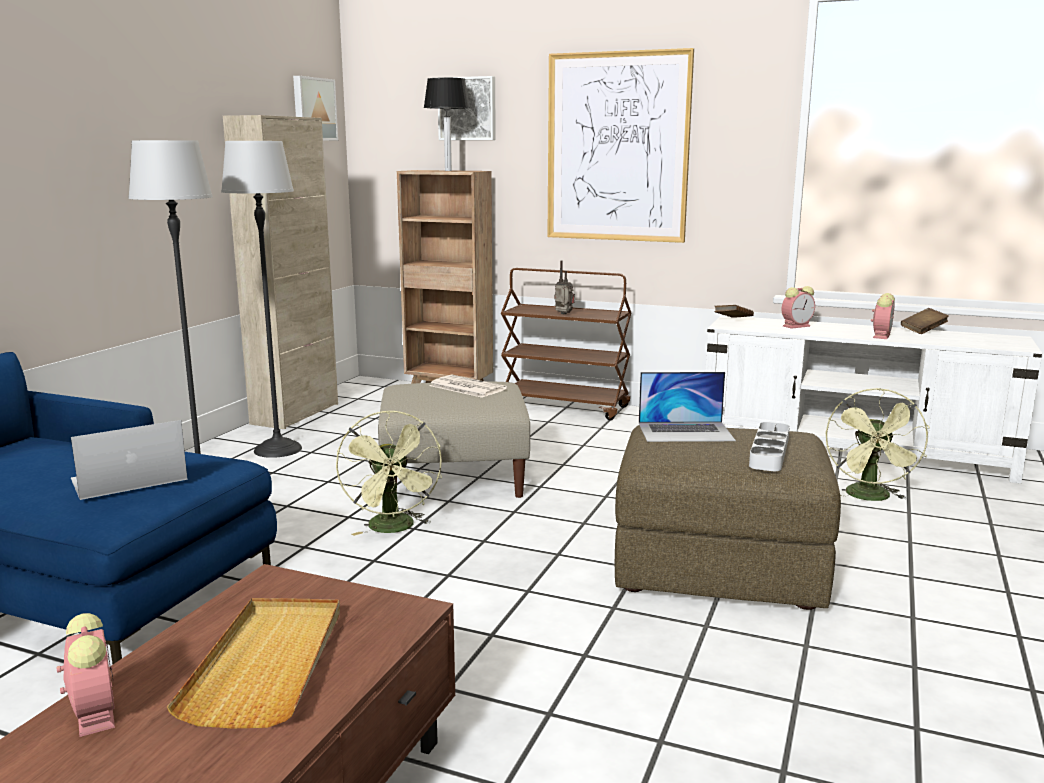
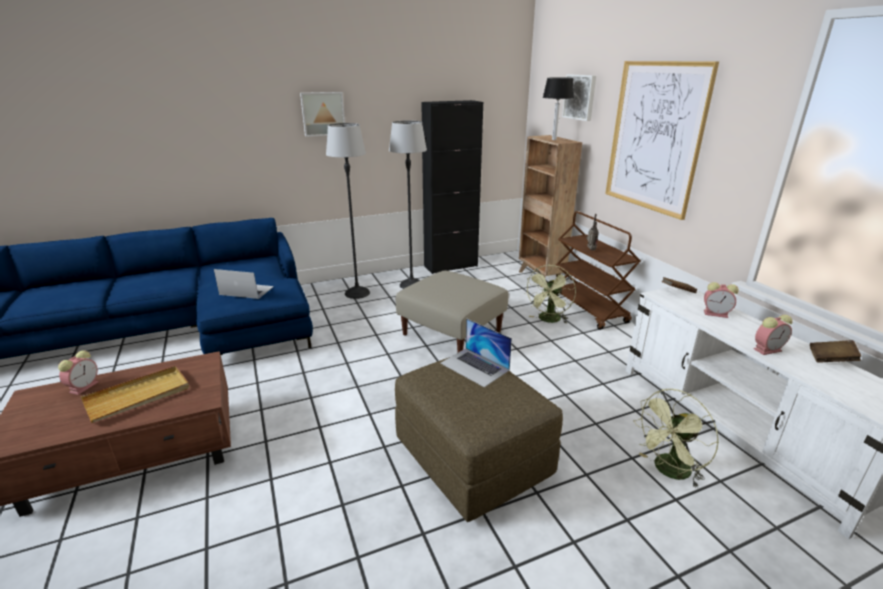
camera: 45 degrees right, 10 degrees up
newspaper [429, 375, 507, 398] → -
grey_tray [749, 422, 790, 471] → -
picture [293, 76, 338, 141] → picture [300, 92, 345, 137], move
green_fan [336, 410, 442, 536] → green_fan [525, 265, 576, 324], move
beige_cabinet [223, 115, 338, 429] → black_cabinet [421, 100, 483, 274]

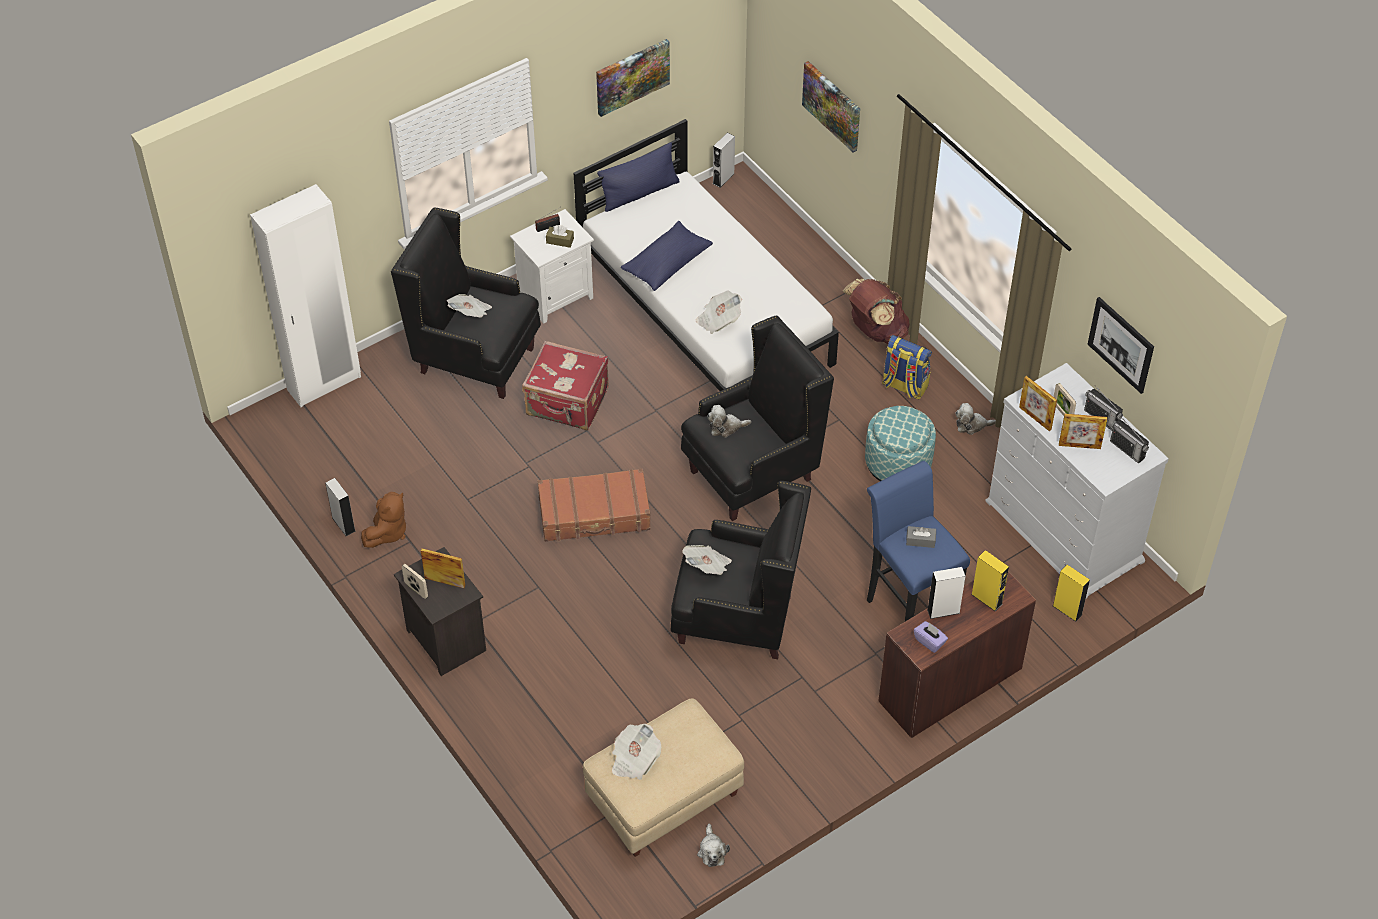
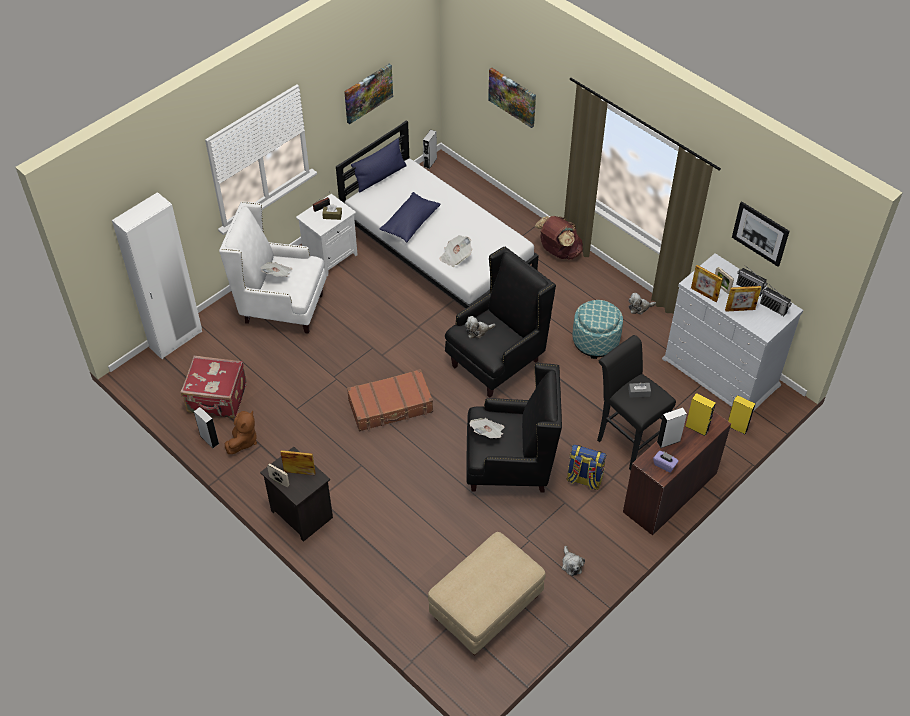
camera: 10 degrees left, 0 degrees up
newspaper [612, 724, 661, 780] → -
red_suitcase [522, 341, 609, 430] → red_suitcase [181, 356, 247, 418], move
plush_toy [697, 824, 730, 867] → plush_toy [562, 546, 585, 576], move
backpack [882, 335, 932, 400] → backpack [566, 444, 607, 490], move
black_armchair [391, 207, 541, 399] → white_armchair [219, 202, 326, 334]
blue_stool [867, 461, 970, 621] → black_stool [597, 335, 676, 470]

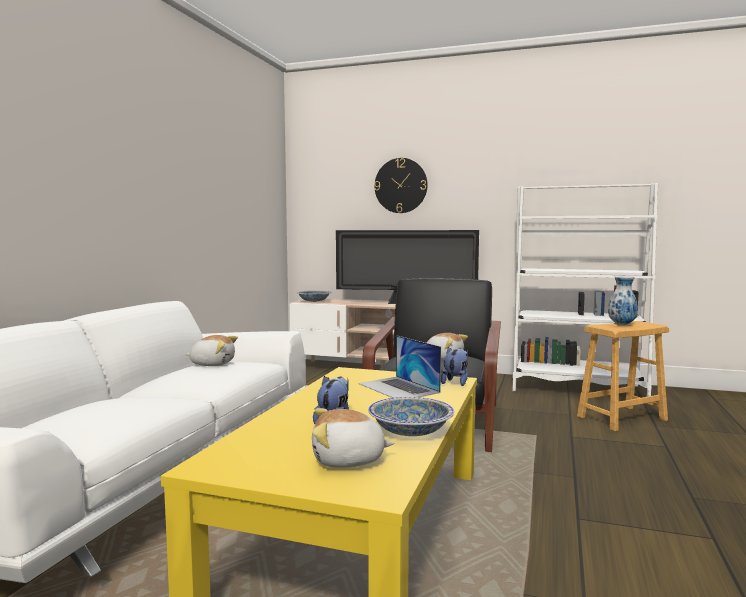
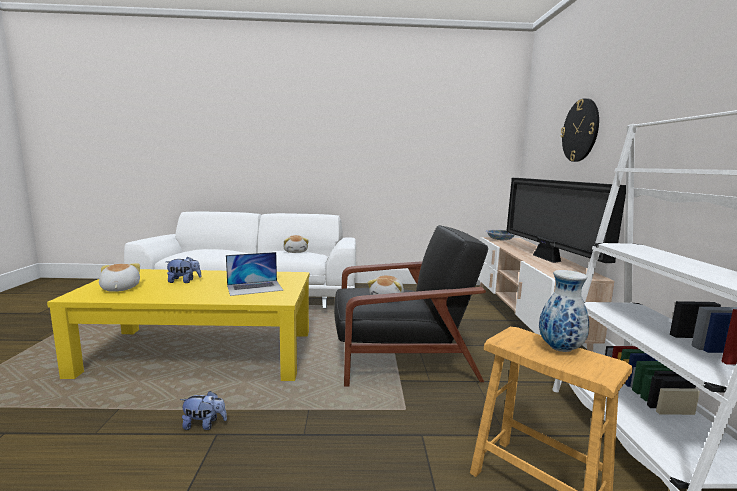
camera: 70 degrees right, 5 degrees up
bowl [368, 397, 454, 436] → -
plush_toy [441, 347, 468, 386] → plush_toy [180, 391, 227, 430], move
laptop [359, 335, 441, 398] → laptop [226, 252, 283, 296], 150 degrees counterclockwise

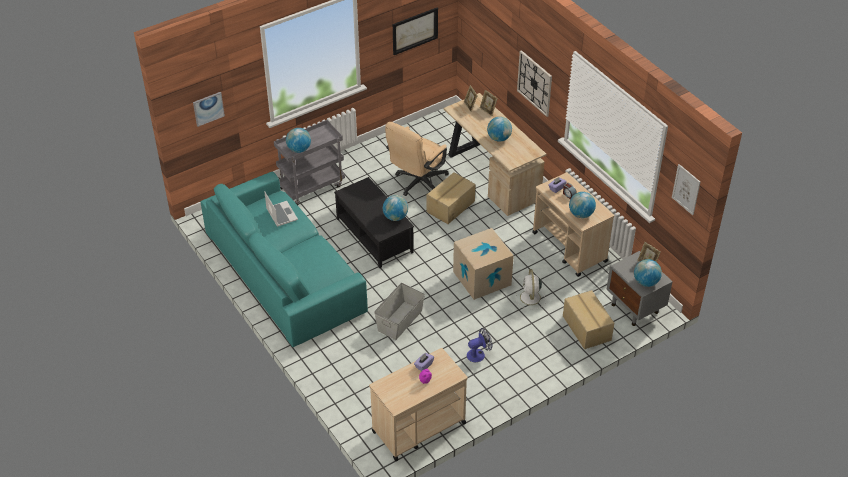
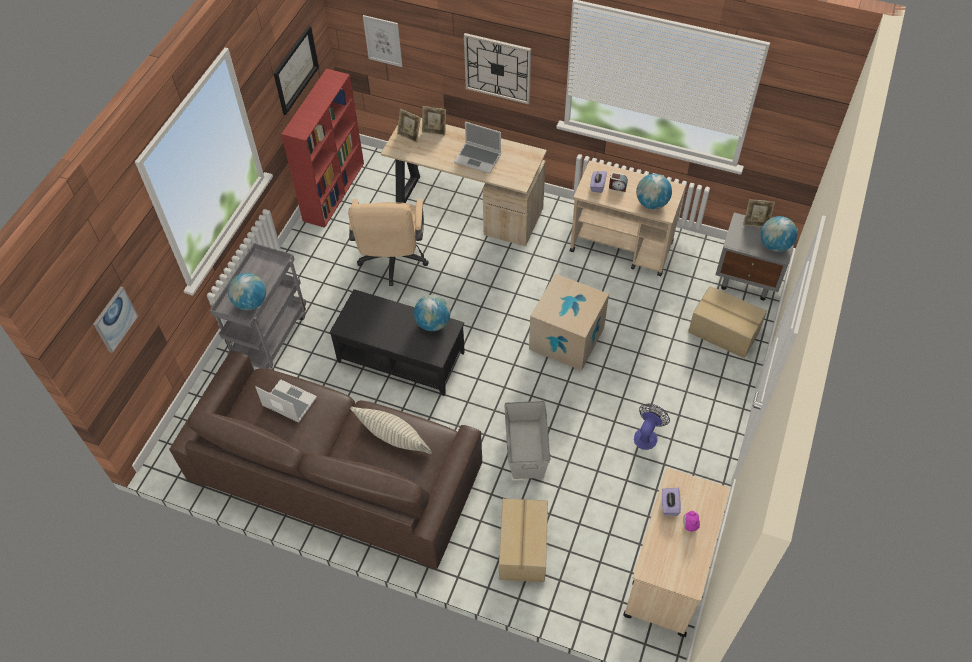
camera: 35 degrees left, 10 degrees up
white_fan [516, 269, 546, 309] → -
- → red_bookcase [281, 68, 364, 228]
- → pillow [350, 407, 432, 454]
cardboard_box [427, 172, 476, 224] → cardboard_box [499, 498, 548, 582], move
picture [672, 164, 700, 215] → picture [363, 15, 402, 67], move
globe [487, 117, 512, 142] → laptop [454, 122, 501, 174]
turquoise_sofa [200, 172, 368, 347] → brown_sofa [169, 351, 482, 569]

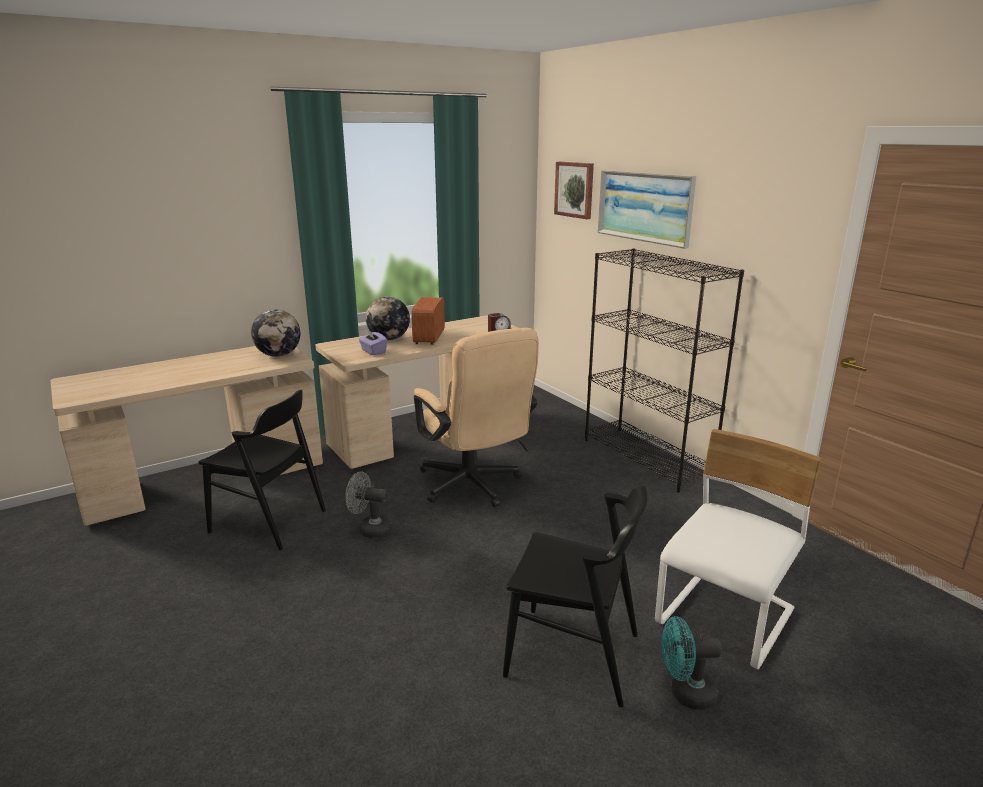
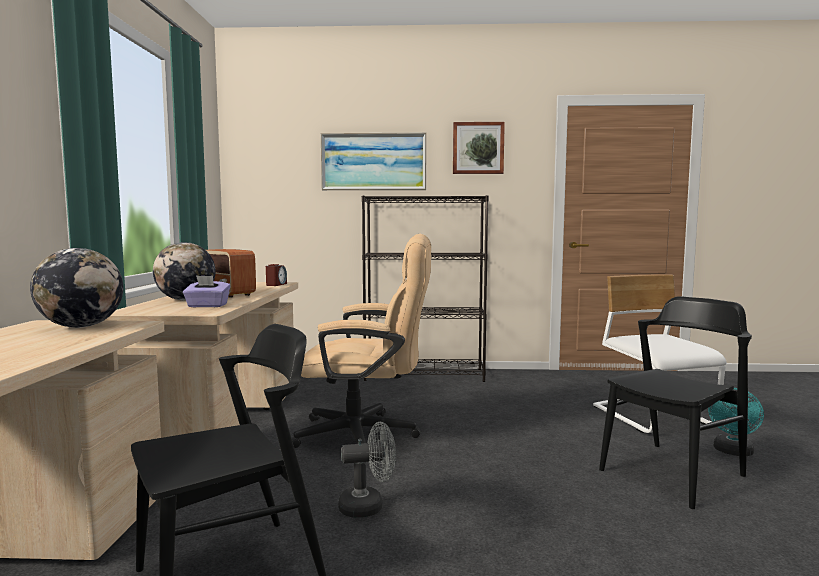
camera: 55 degrees left, 15 degrees down
picture [554, 162, 594, 219] → picture [453, 122, 505, 174], move
grey_fan [345, 472, 392, 538] → grey_fan [338, 422, 396, 518], 150 degrees counterclockwise

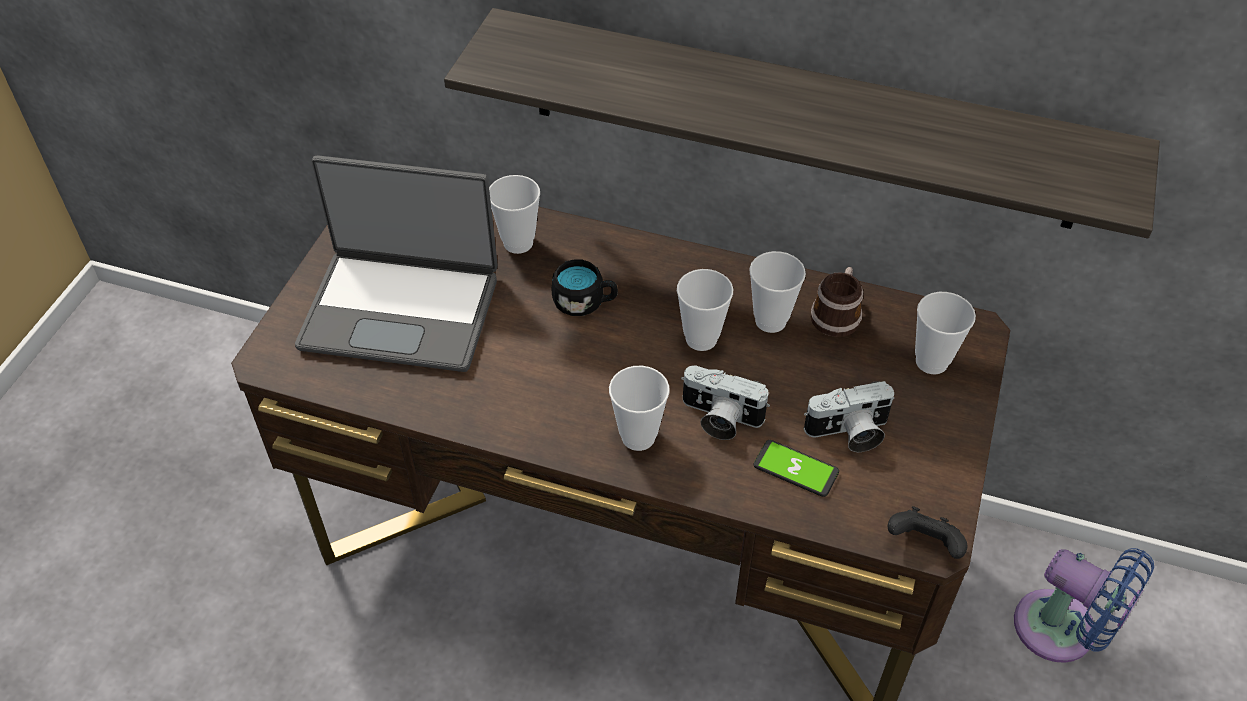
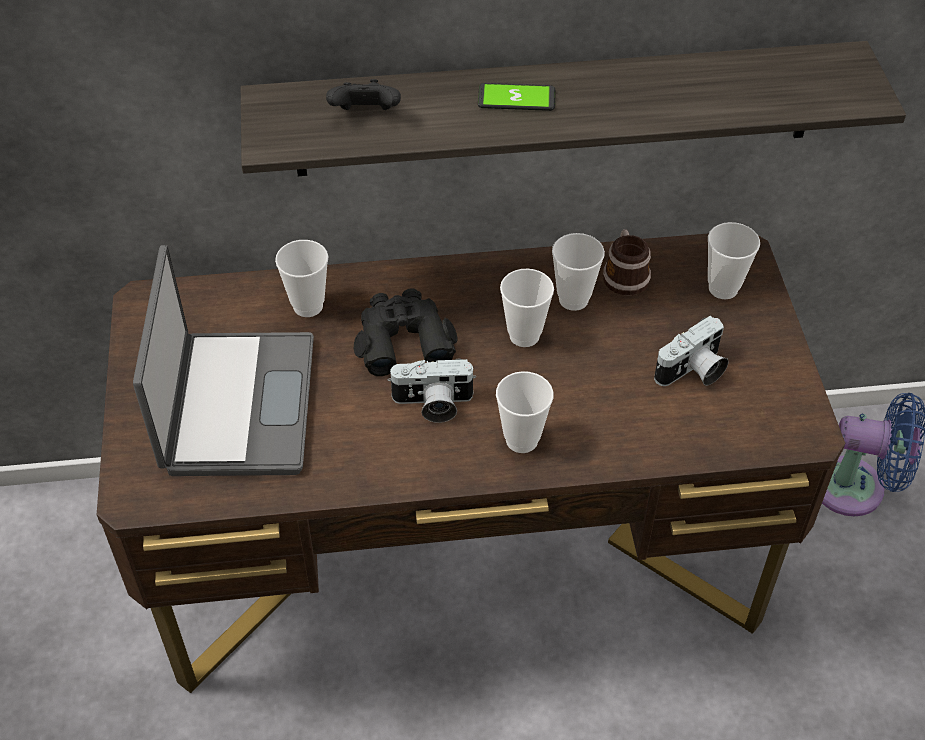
camera: 25 degrees left, 0 degrees up
photo_camera [681, 365, 770, 440] → photo_camera [388, 358, 476, 423], move
phone [753, 440, 839, 497] → phone [478, 83, 555, 111], move
black_game_controller [888, 506, 967, 559] → black_game_controller [326, 79, 401, 110], move
black_mug [552, 259, 618, 316] → black_binoculars [354, 288, 458, 376]
laptop [295, 155, 498, 372] → laptop [133, 245, 314, 476], 75 degrees counterclockwise

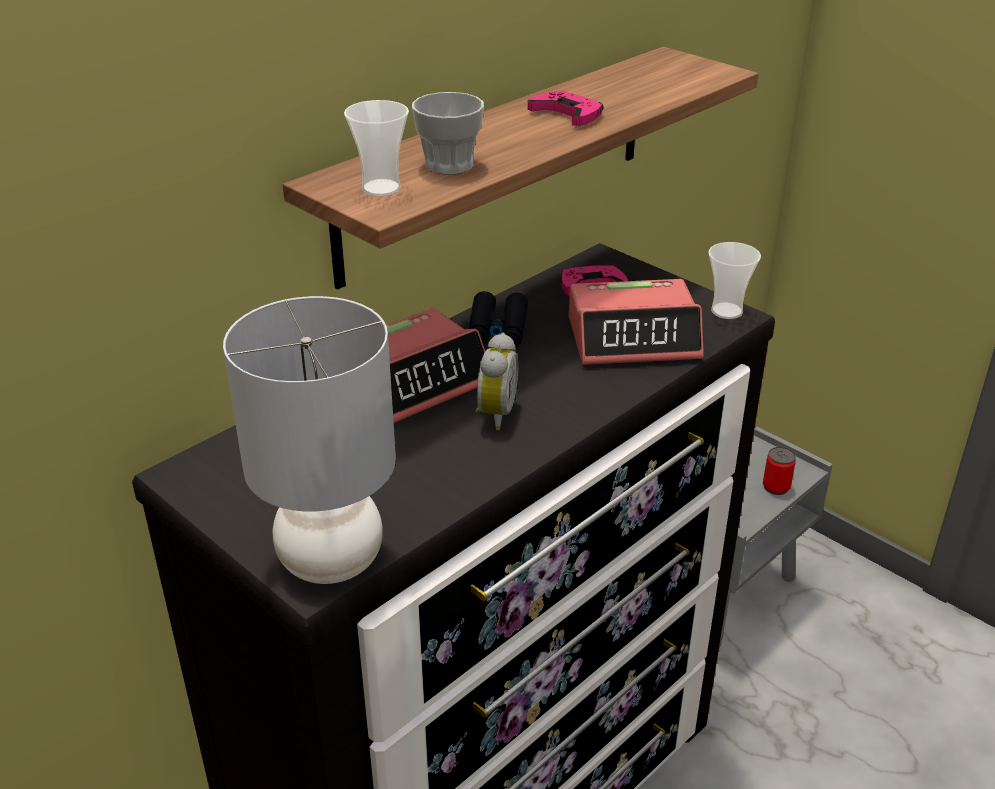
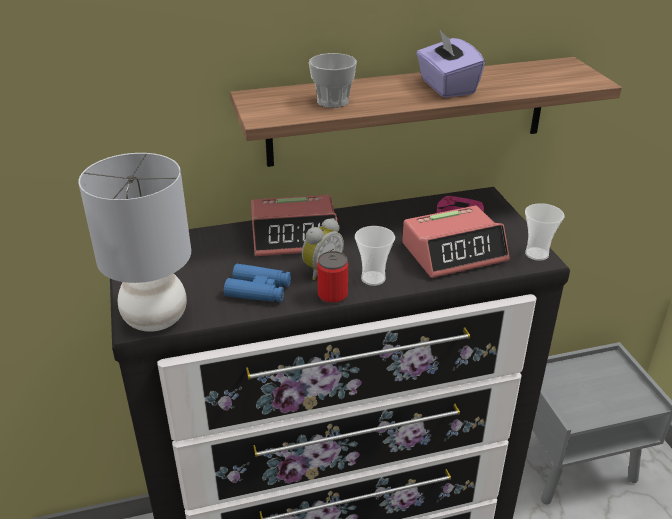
camera: 30 degrees right, 0 degrees up
black_binoculars [469, 291, 528, 347] → -
- → blue_binoculars [224, 264, 291, 302]
cup [344, 100, 409, 196] → cup [355, 226, 395, 286], move
can [763, 447, 796, 495] → can [317, 251, 348, 304], move
pink_game_controller [528, 90, 604, 126] → purple_tissue_box [416, 29, 485, 98]
alarm_clock [569, 279, 704, 365] → alarm_clock [402, 206, 509, 278], 45 degrees counterclockwise

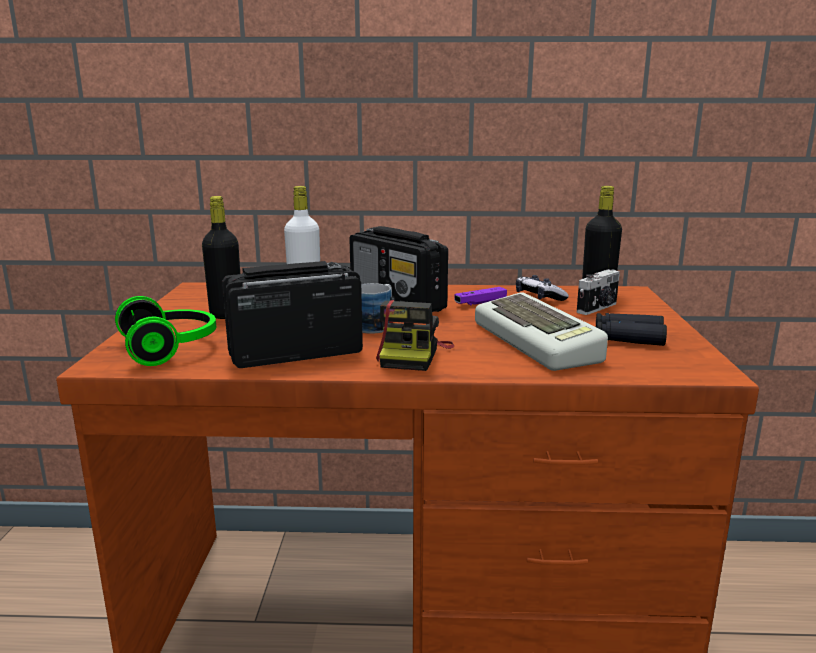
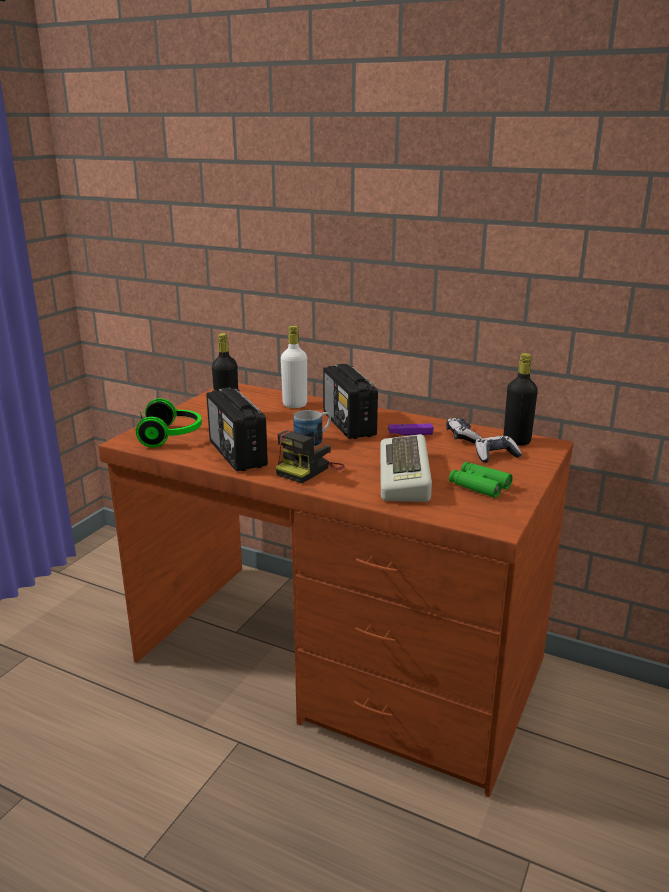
camera: 25 degrees right, 5 degrees up
photo_camera [577, 269, 620, 315] → game_controller [475, 436, 522, 463]
black_binoculars [596, 313, 667, 346] → green_binoculars [449, 462, 513, 498]
radio [222, 261, 363, 368] → radio [206, 388, 268, 471], 120 degrees counterclockwise

